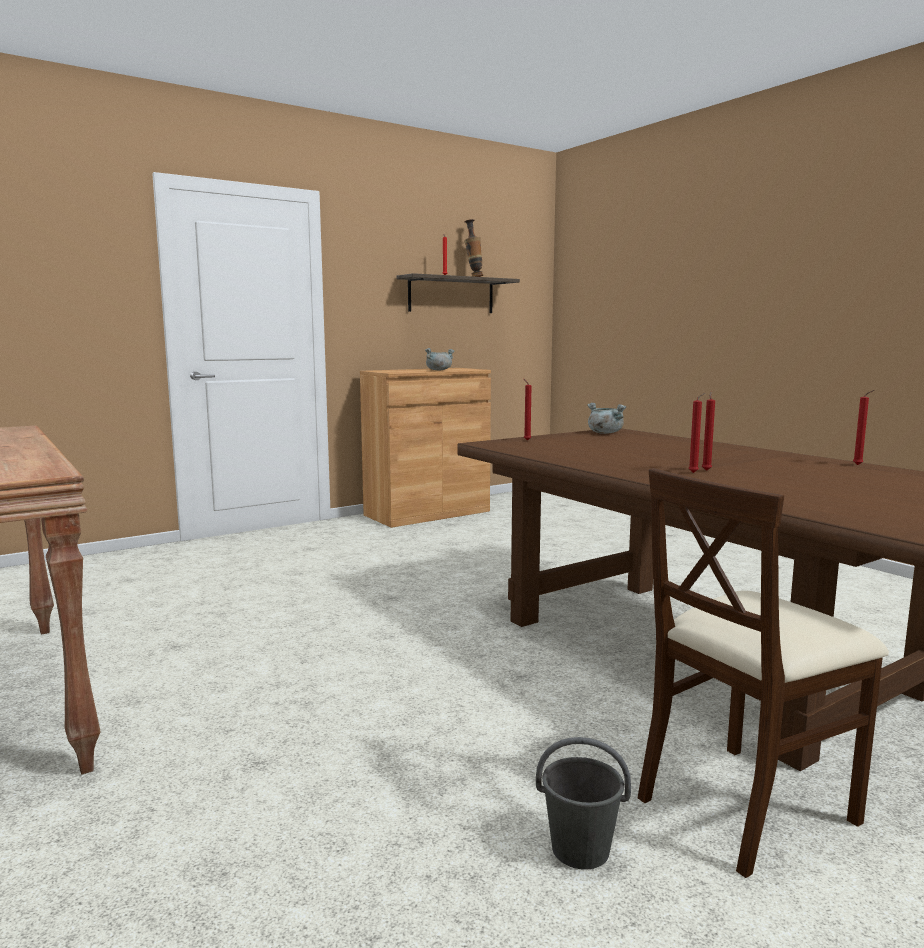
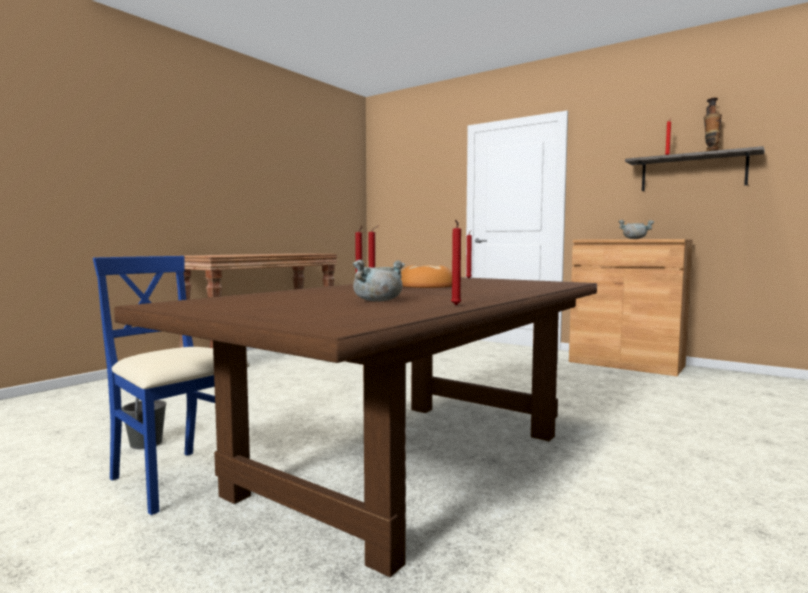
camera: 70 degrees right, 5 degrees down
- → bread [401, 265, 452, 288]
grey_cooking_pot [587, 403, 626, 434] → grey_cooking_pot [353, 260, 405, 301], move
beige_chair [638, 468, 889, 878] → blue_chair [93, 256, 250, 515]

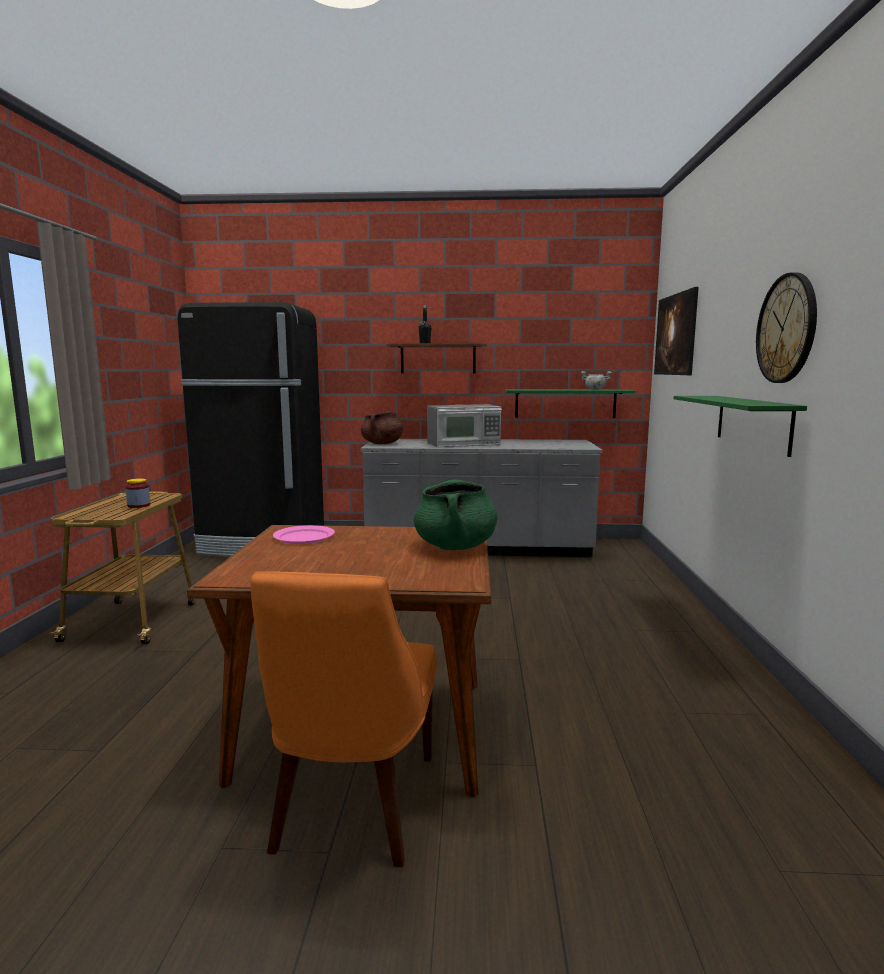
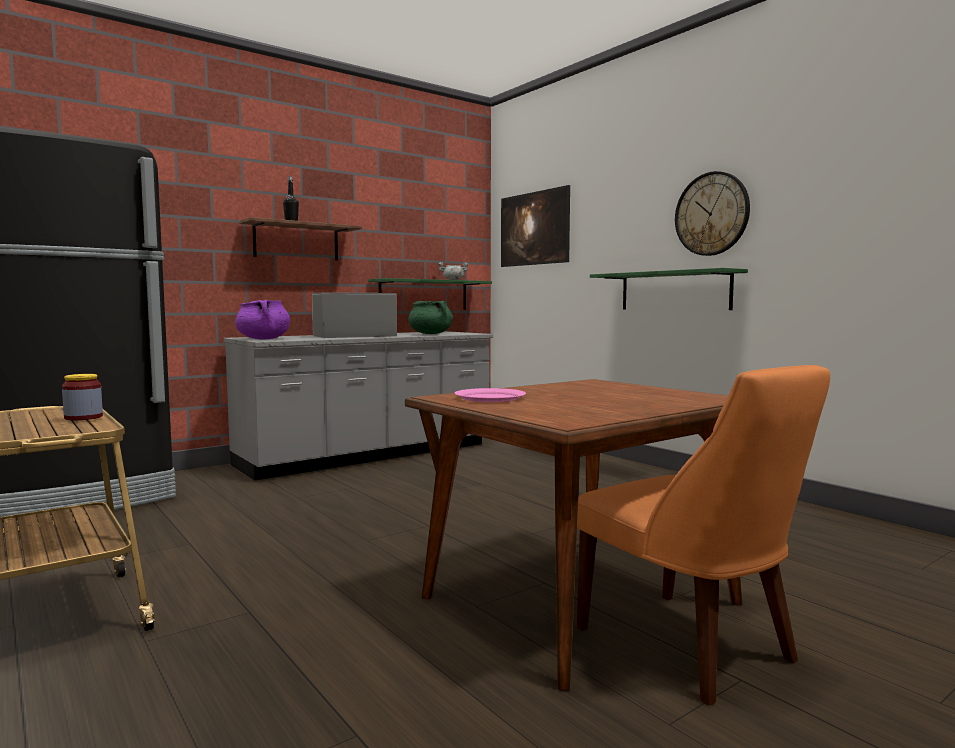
camera: 40 degrees left, 5 degrees down
green_cooking_pot [414, 480, 498, 550] → green_cooking_pot [408, 301, 453, 334], move
brown_cooking_pot [361, 412, 403, 444] → purple_cooking_pot [235, 300, 290, 340]
microwave [427, 404, 502, 447] → microwave [312, 292, 397, 338], 150 degrees counterclockwise

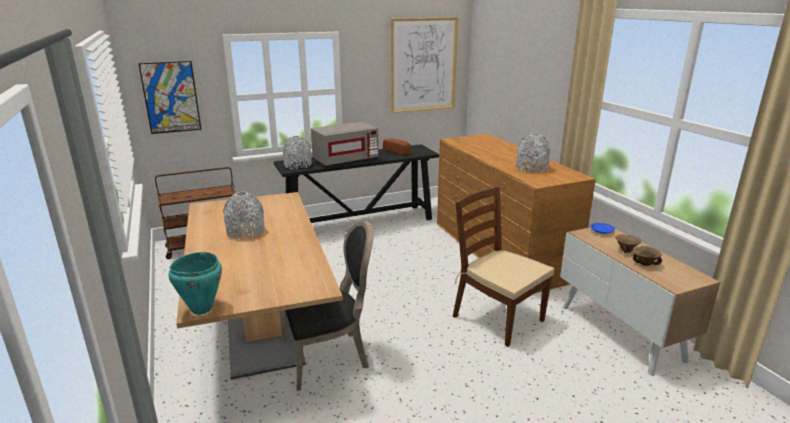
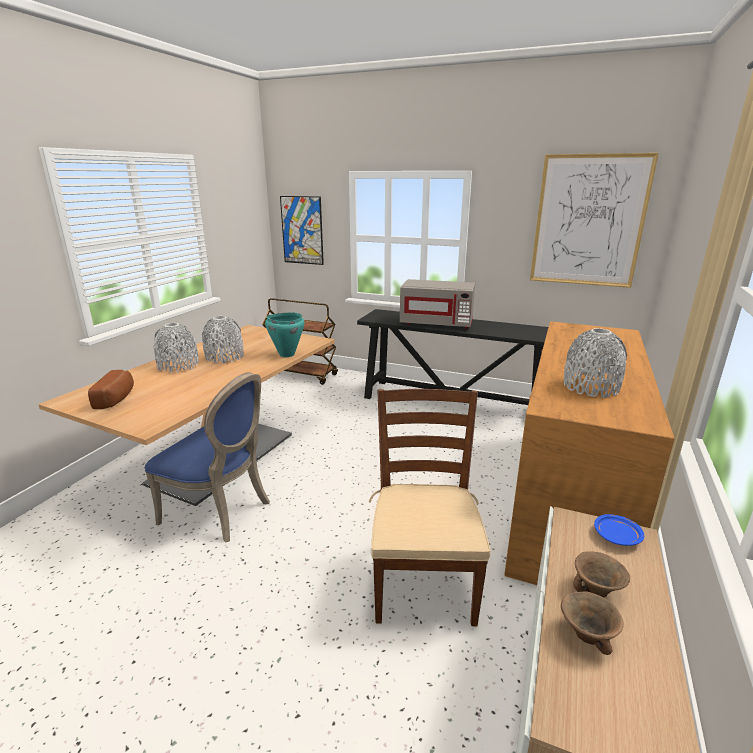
camera: 45 degrees right, 0 degrees up
turquoise_cooking_pot [168, 252, 222, 315] → turquoise_cooking_pot [265, 312, 304, 357], move
grey_vase [283, 136, 311, 169] → grey_vase [154, 323, 199, 373], move
bread [383, 139, 410, 156] → bread [88, 370, 134, 409], move
black_chair [284, 221, 374, 391] → blue_chair [145, 372, 270, 543]

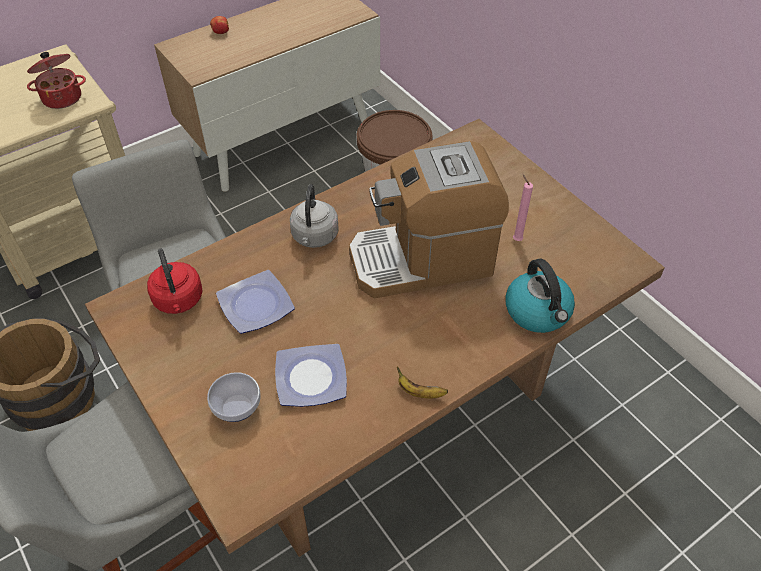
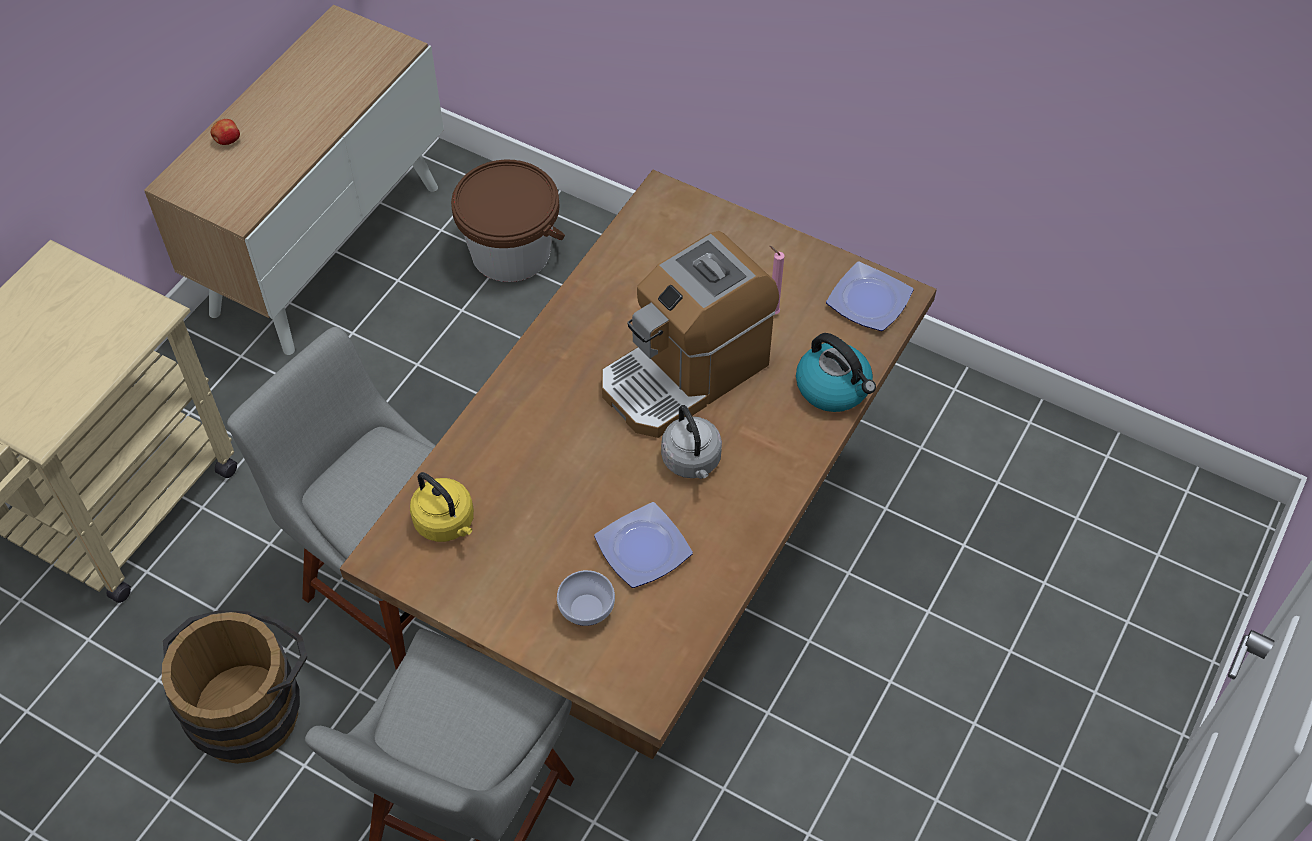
camera: 25 degrees left, 5 degrees up
cooking_pot [27, 52, 86, 109] → -
banana [397, 367, 448, 399] → -
plate [216, 270, 295, 334] → plate [826, 262, 914, 331], move
grey_kettle [290, 184, 339, 248] → grey_kettle [661, 405, 722, 479], move
red_kettle [147, 249, 203, 314] → yellow_kettle [410, 472, 474, 542]

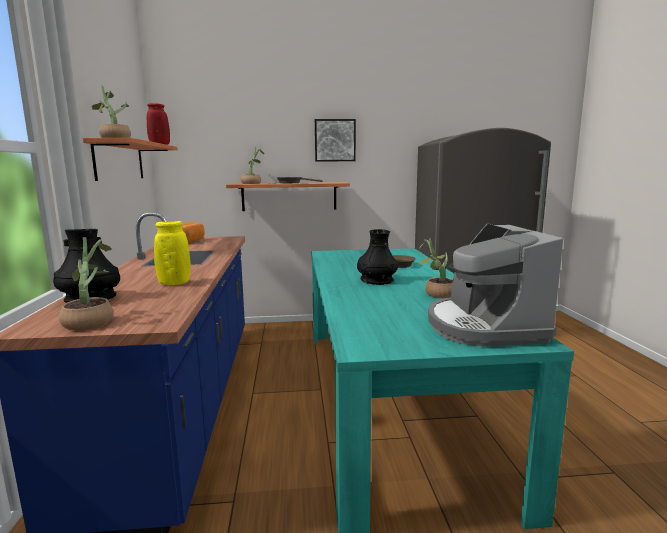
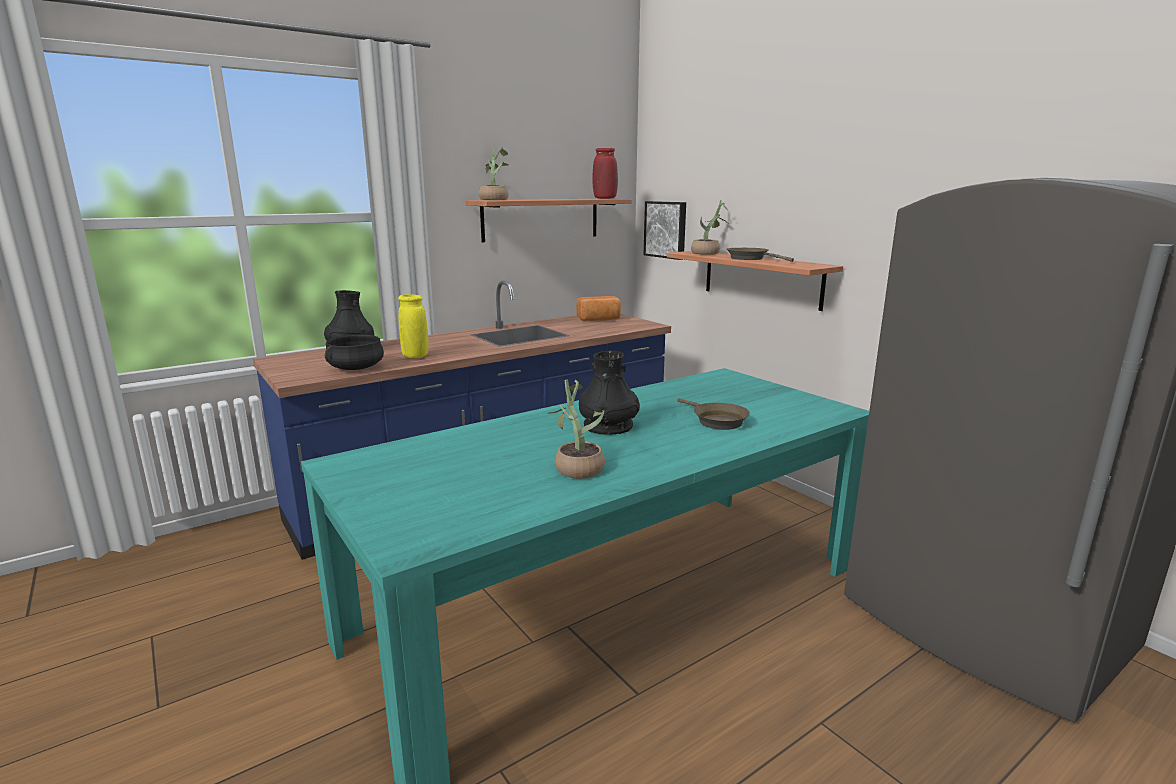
camera: 60 degrees right, 5 degrees up
potted_plant [59, 237, 114, 330] → -
coffee_machine [428, 224, 563, 346] → -
- → black_cooking_pot [325, 335, 384, 370]
picture [315, 119, 356, 162] → picture [644, 201, 686, 260], move

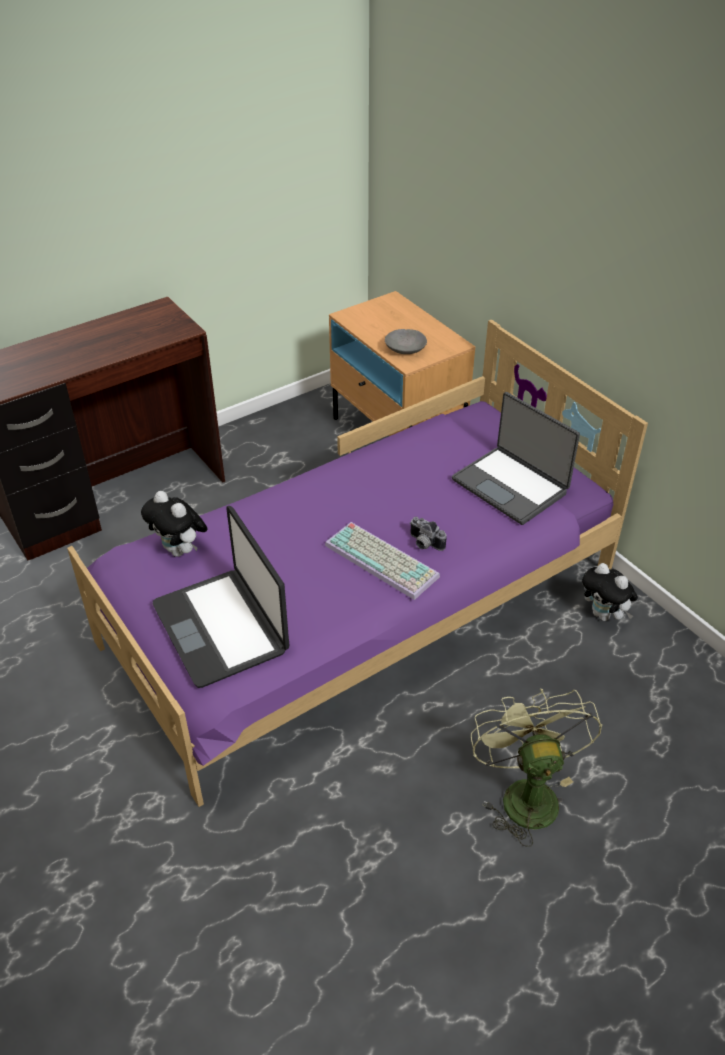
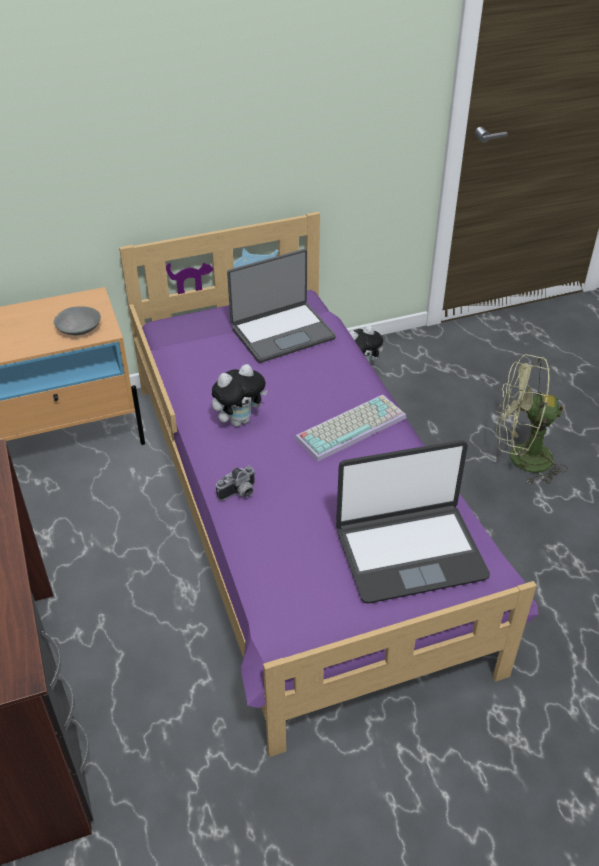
camera: 75 degrees left, 0 degrees up
plush_toy [141, 491, 207, 557] → plush_toy [212, 364, 268, 427], move
photo_camera [410, 517, 447, 551] → photo_camera [216, 466, 256, 501], move

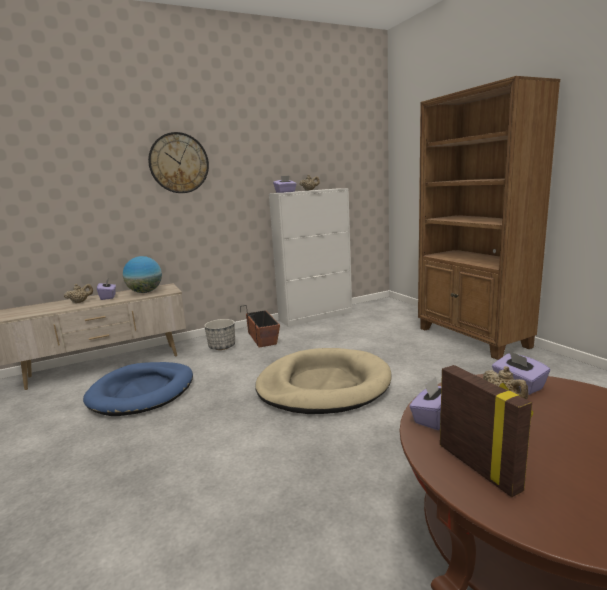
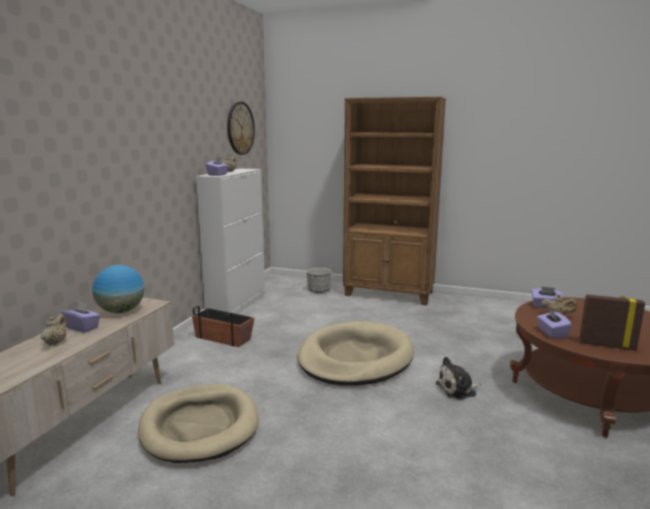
camera: 45 degrees left, 0 degrees up
- → plush_toy [436, 357, 481, 400]
wall_clock [148, 132, 209, 193] → wall_clock [227, 102, 255, 155], move
planter [204, 319, 235, 350] → planter [307, 268, 331, 293], move
blue_dog_bed [83, 362, 193, 416] → beige_dog_bed [138, 384, 259, 463]

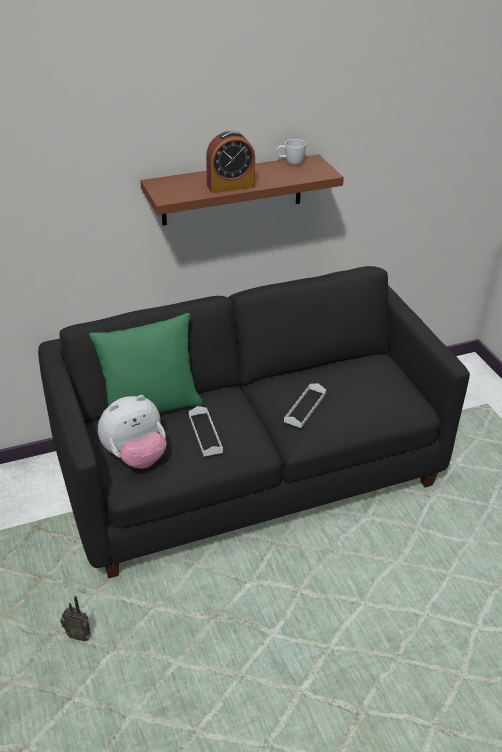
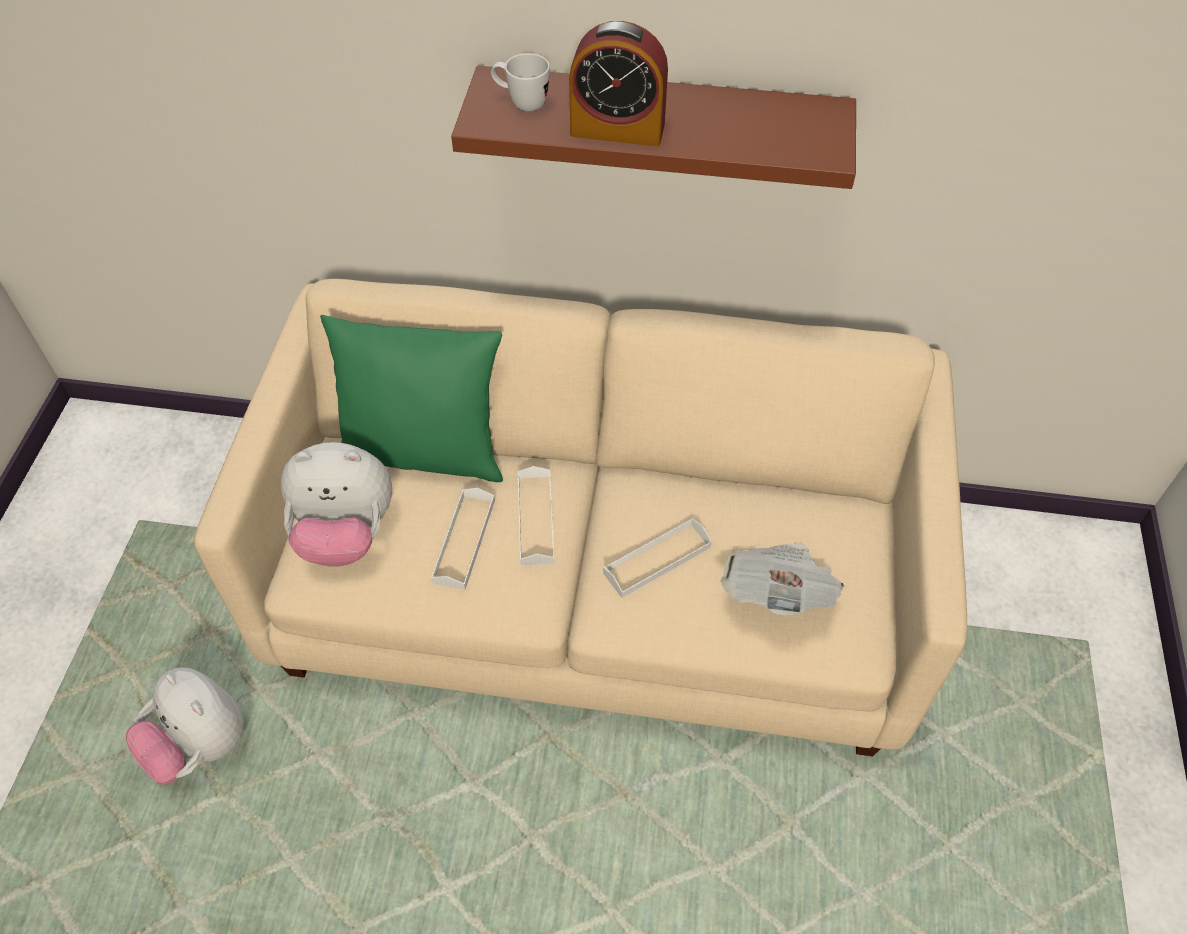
camera: 30 degrees right, 15 degrees up
- → white_tray [518, 466, 555, 566]
- → newspaper [721, 542, 844, 615]
white_mug [276, 139, 306, 165] → white_mug [491, 53, 550, 111], move
radio [60, 596, 91, 641] → plush_toy [126, 667, 245, 785]
black_sofa [38, 266, 470, 578] → beige_sofa [194, 279, 967, 757]

